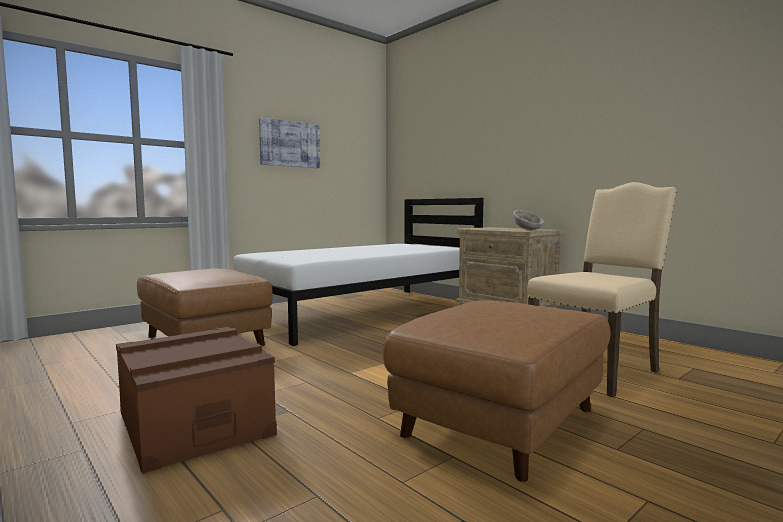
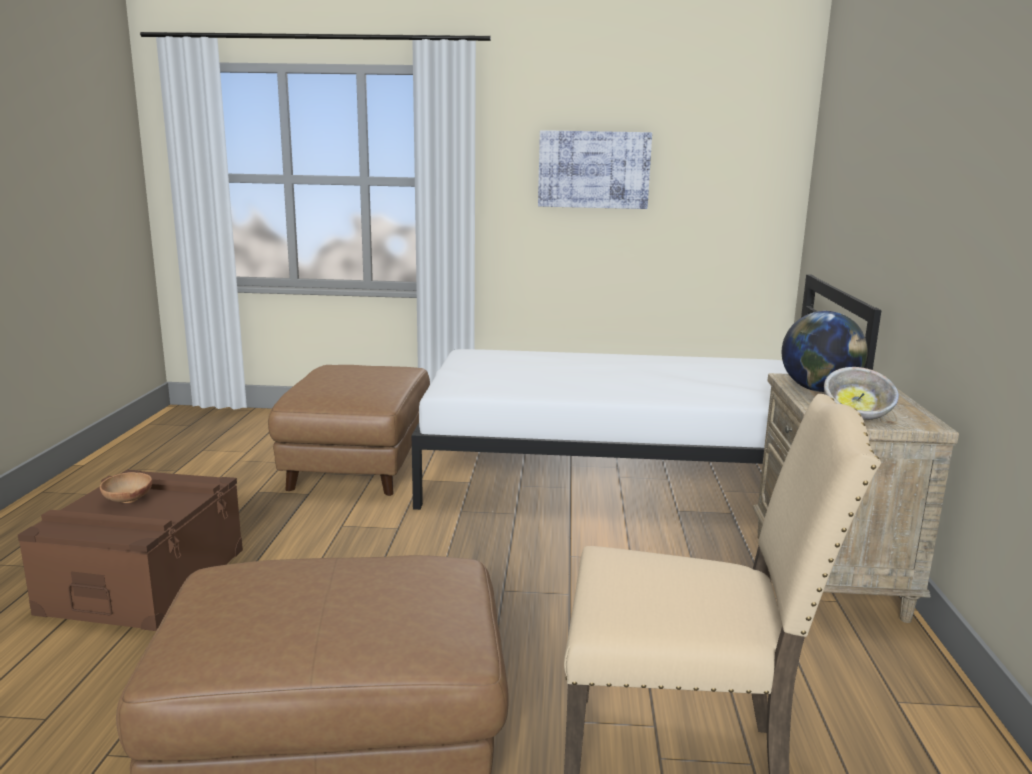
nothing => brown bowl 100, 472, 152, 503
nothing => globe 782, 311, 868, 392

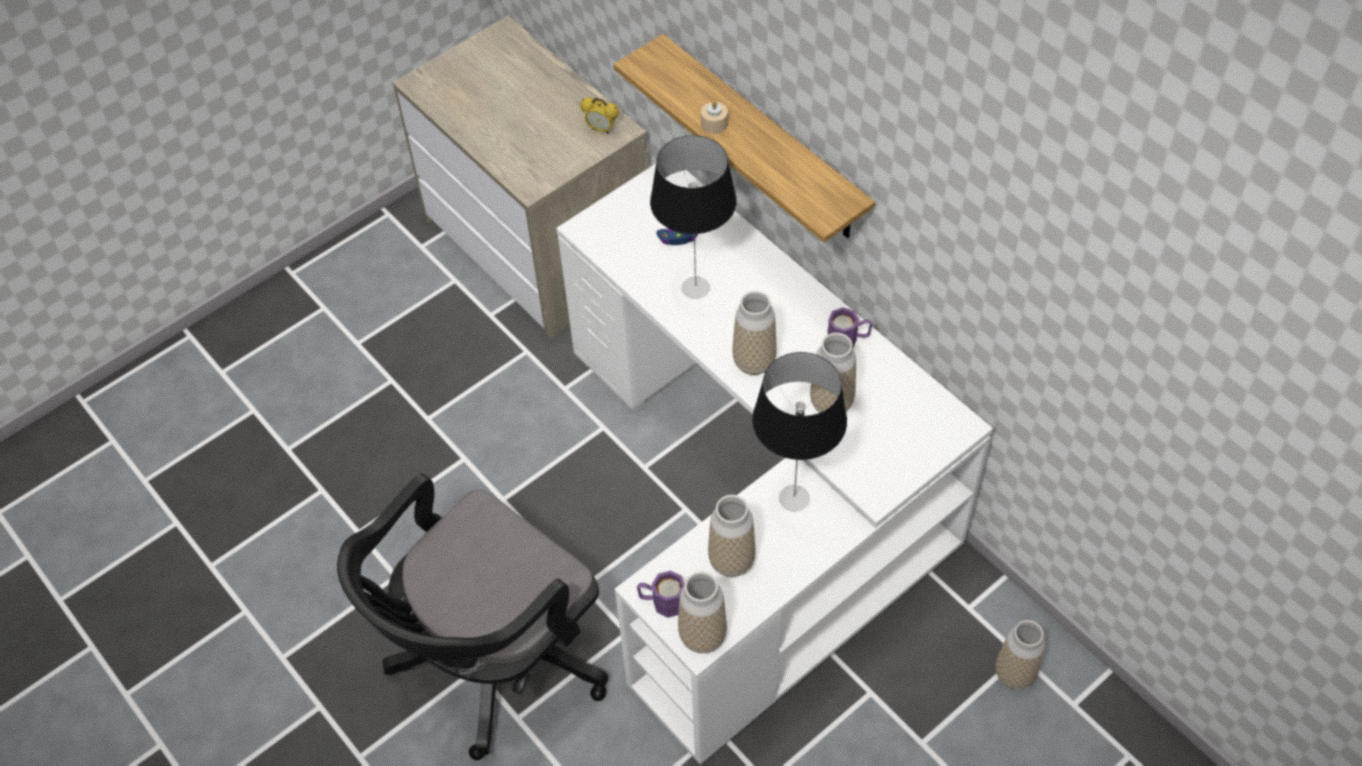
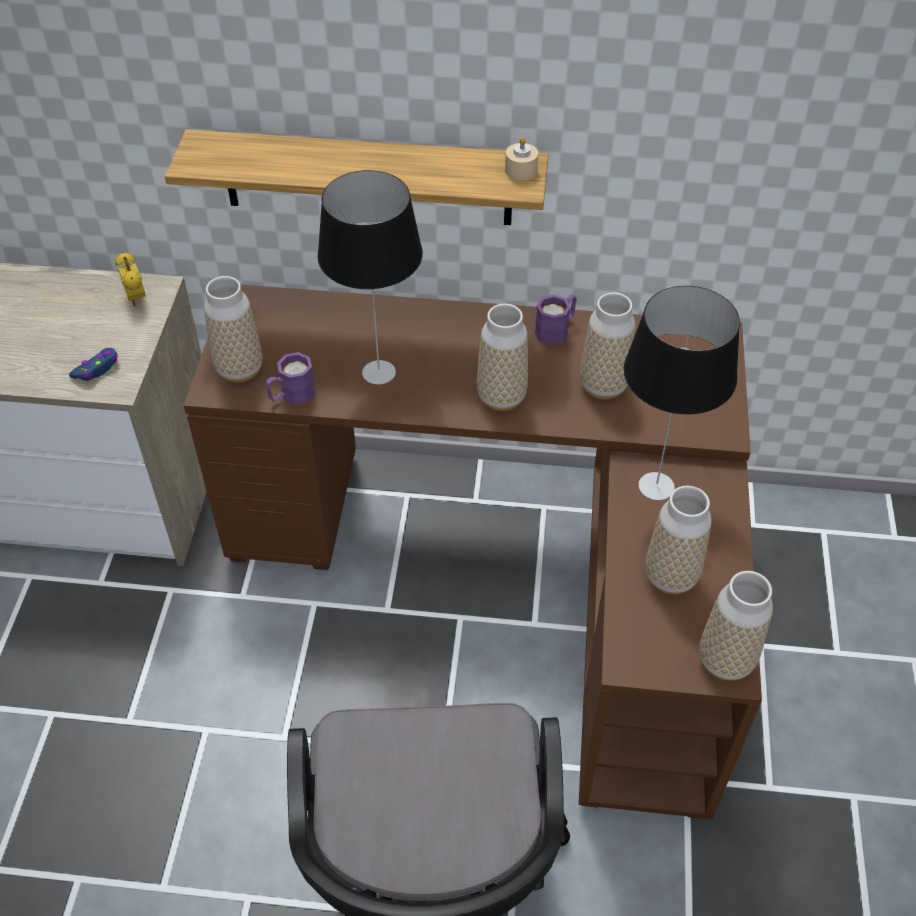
purple mug 637, 570, 685, 618 => purple mug 265, 352, 316, 405, relocated
blue game controller 656, 228, 698, 245 => blue game controller 69, 348, 118, 381, relocated
beige candle 701, 100, 728, 134 => beige candle 505, 137, 538, 181, relocated
vase 996, 620, 1045, 689 => vase 204, 276, 262, 383, relocated
white desk 556, 164, 993, 764 => brown desk 184, 285, 762, 819
alarm clock 580, 97, 619, 134 => alarm clock 115, 252, 146, 306, 90 degrees clockwise

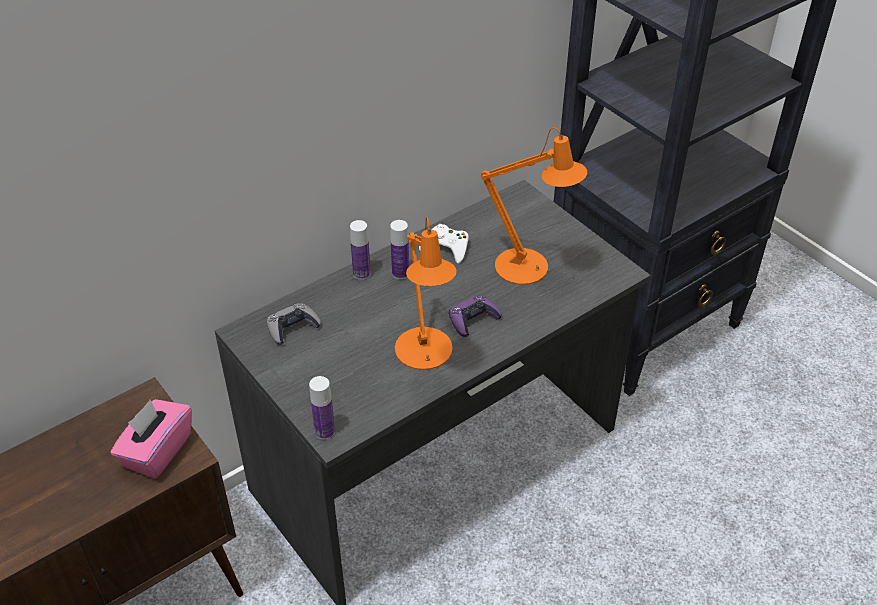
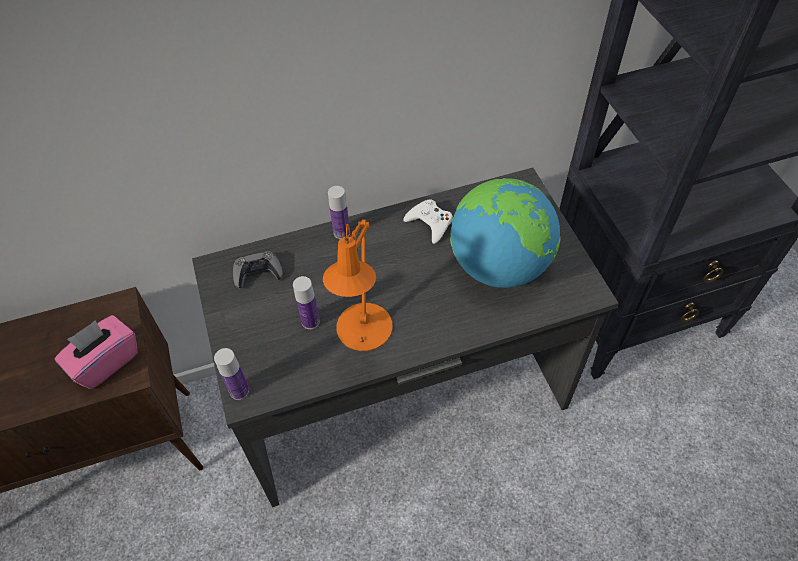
purple game controller 449, 295, 502, 337 => nothing
bottle 390, 220, 409, 279 => bottle 293, 276, 320, 329, relocated
orange table lamp 481, 127, 587, 285 => globe 450, 178, 561, 288

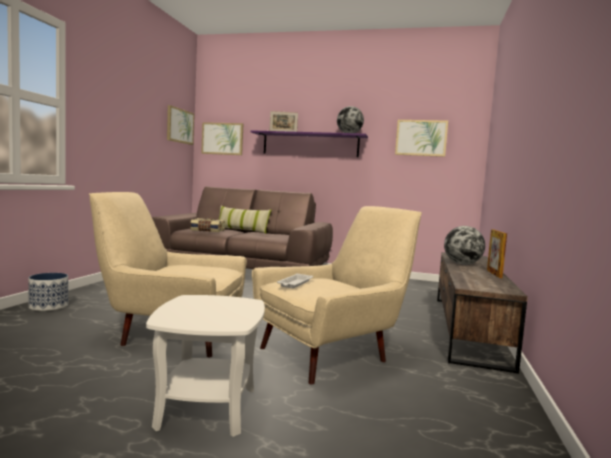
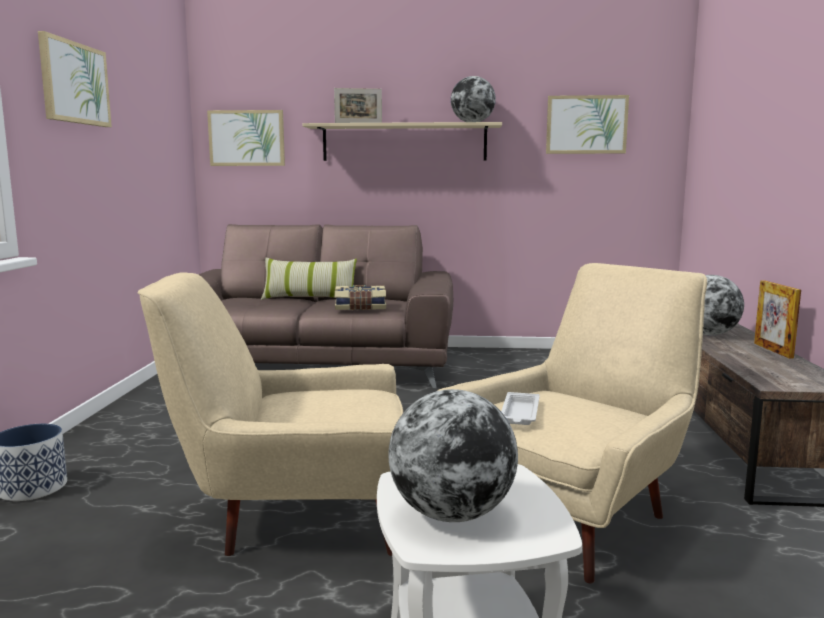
nothing => globe 388, 389, 518, 522
picture 167, 105, 194, 145 => picture 38, 31, 112, 127, relocated
book 190, 218, 225, 232 => book 335, 285, 386, 310, relocated
purple shelf 251, 130, 368, 157 => beige shelf 303, 122, 502, 161

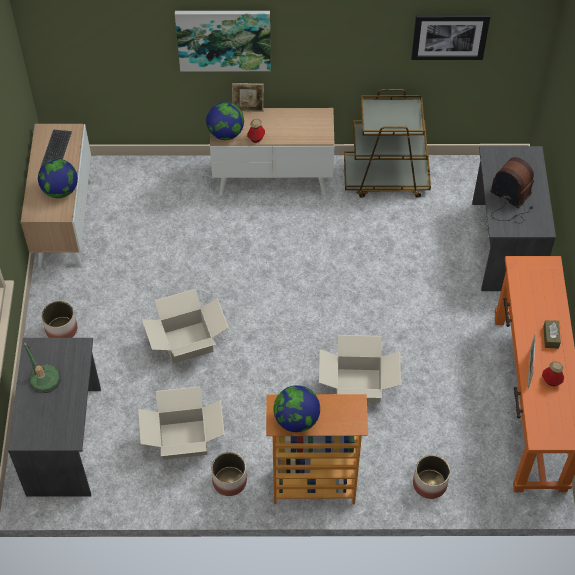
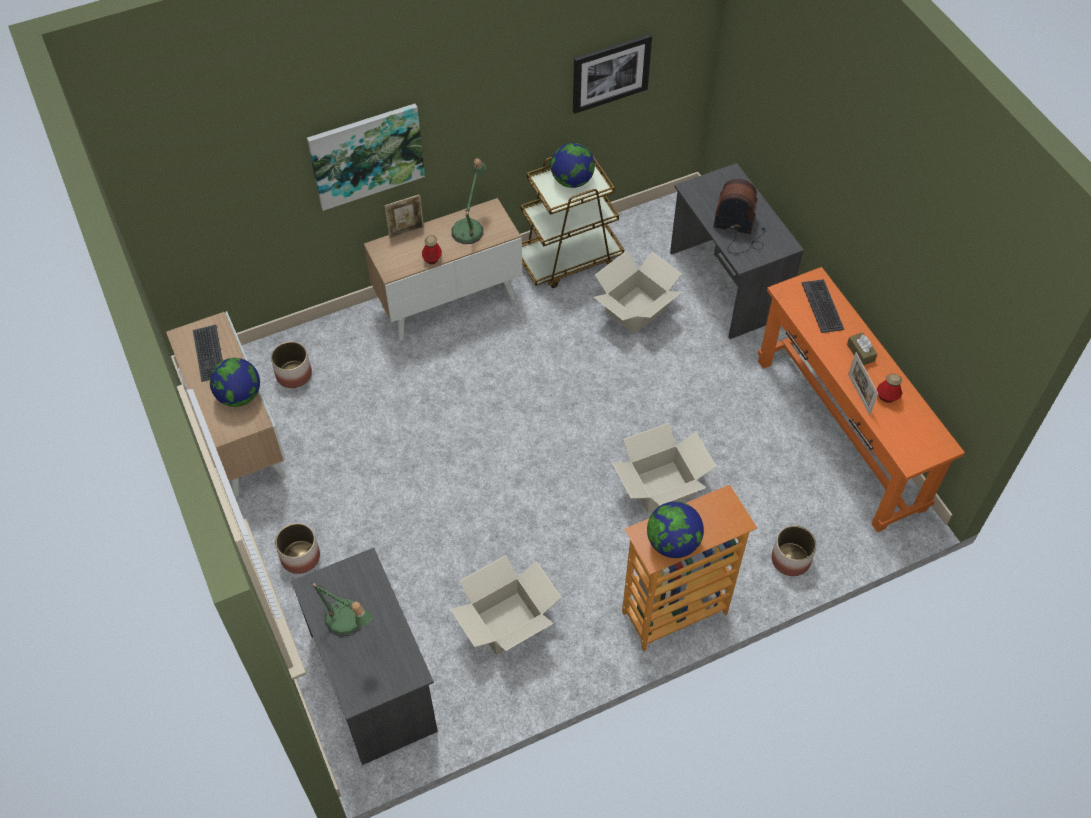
nothing => table lamp 451, 158, 487, 244
nothing => keyboard 802, 279, 844, 333
cardboard box 142, 289, 229, 364 => cardboard box 594, 251, 682, 334, relocated
globe 206, 102, 244, 140 => globe 551, 143, 595, 188, relocated
planter 211, 452, 247, 496 => planter 271, 341, 312, 388, relocated

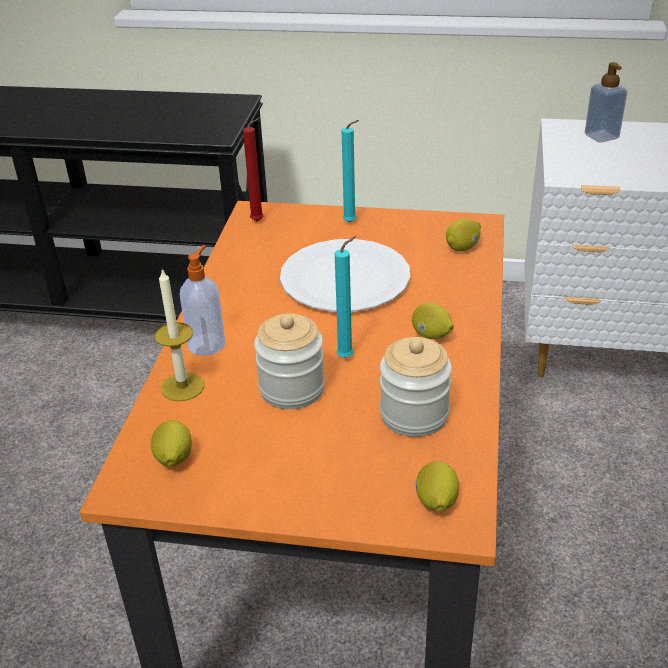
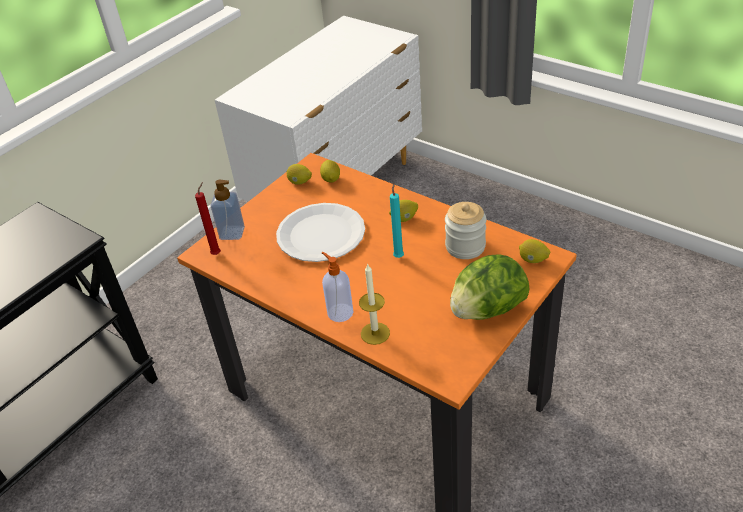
jar 254, 313, 325, 409 => nothing
turquoise candle 342, 120, 359, 223 => nothing
nothing => lettuce 450, 254, 529, 320
lemon 151, 420, 192, 466 => lemon 287, 164, 312, 185, relocated
soap dispenser 585, 62, 627, 143 => soap dispenser 210, 180, 245, 240, relocated

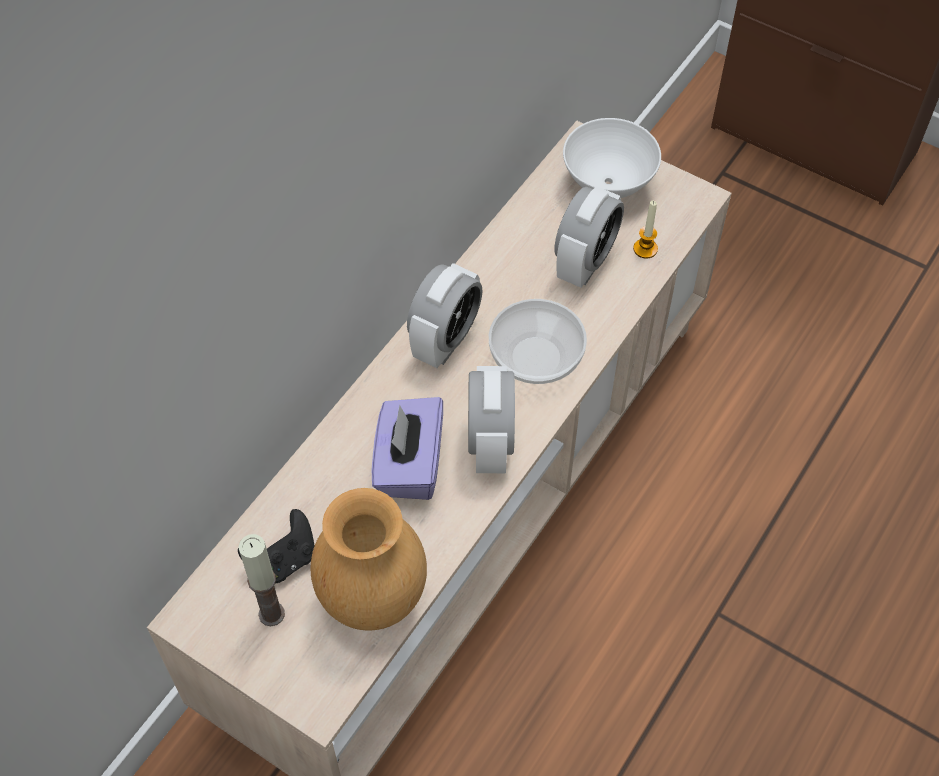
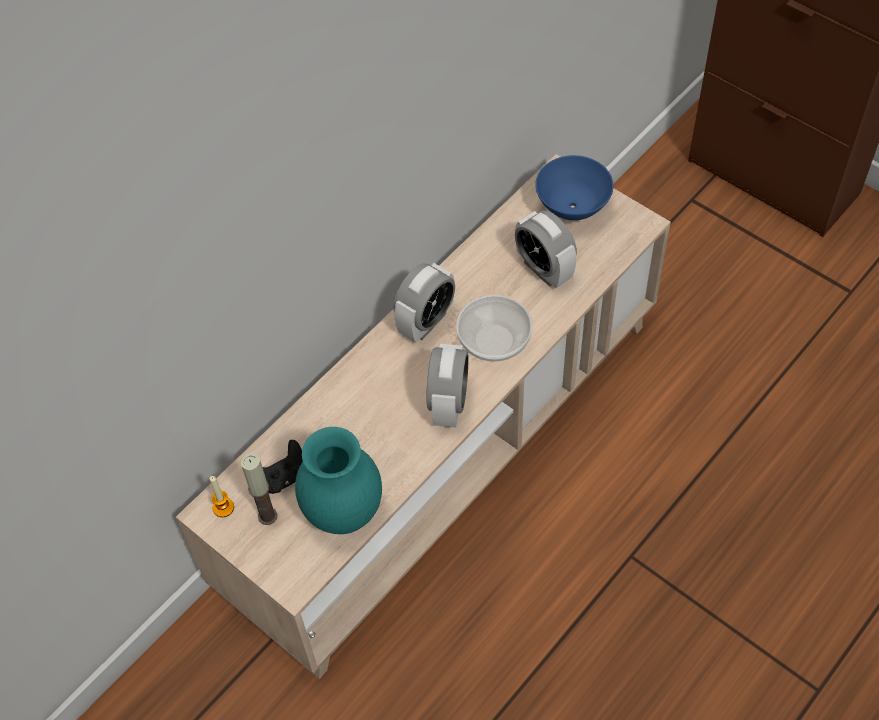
purple tissue box 372, 397, 443, 500 => nothing
candle 633, 201, 658, 259 => candle 209, 476, 234, 517, relocated
brown vase 310, 488, 427, 630 => turquoise vase 295, 427, 382, 534
white bowl 563, 118, 661, 198 => blue bowl 535, 155, 614, 220
alarm clock 554, 186, 624, 288 => alarm clock 515, 211, 577, 288, 105 degrees clockwise

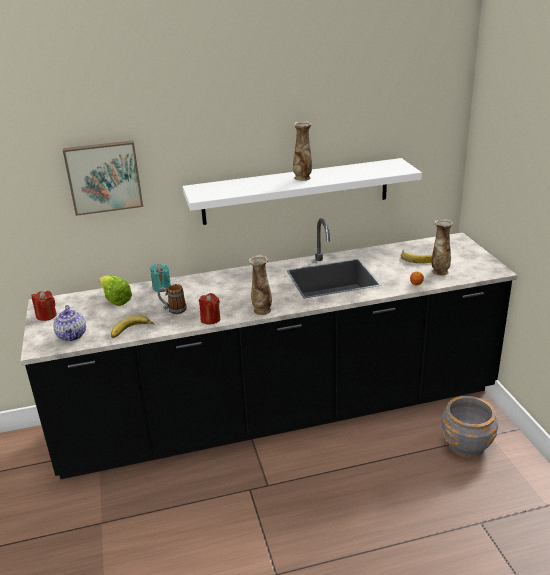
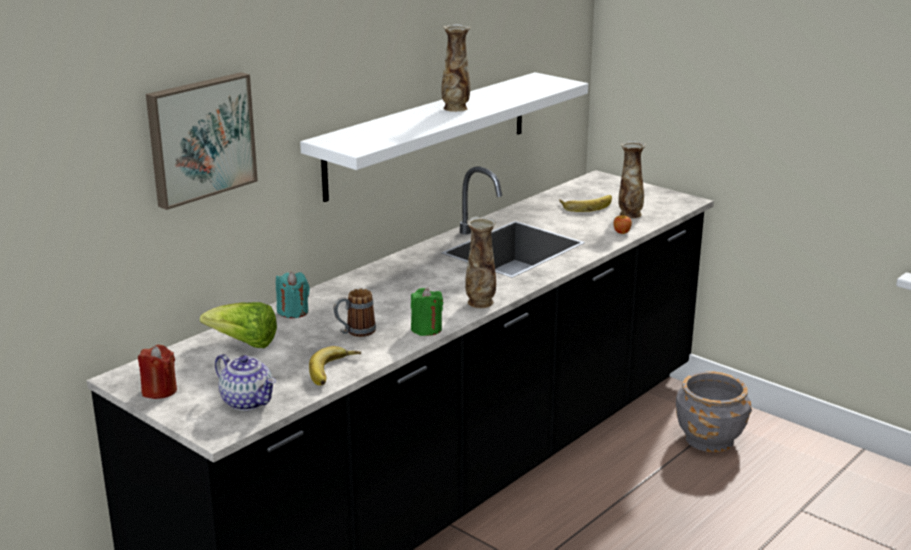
red candle 199, 293, 220, 325 => green candle 411, 288, 443, 336

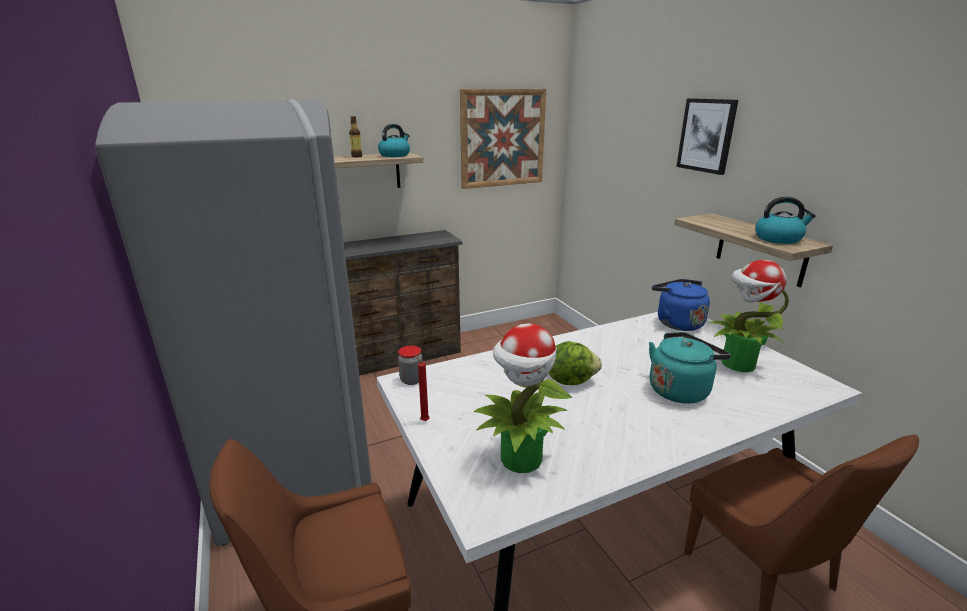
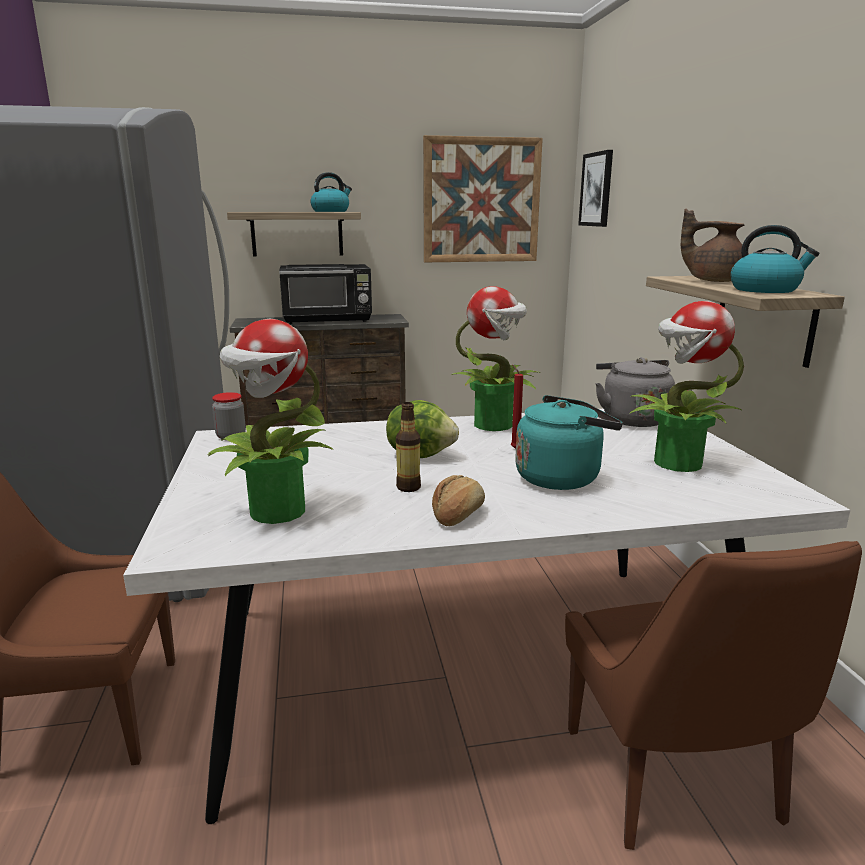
nothing => black microwave 279, 264, 372, 324
nothing => bread 432, 475, 485, 526
nothing => potted plant 452, 286, 540, 431
nothing => brown teapot 681, 209, 744, 282
bottle 349, 116, 362, 157 => bottle 396, 402, 421, 492, relocated
red candle 415, 355, 429, 421 => red candle 511, 364, 523, 449, relocated
picture 676, 98, 738, 175 => picture 578, 150, 613, 227, relocated
blue kettle 652, 279, 710, 331 => grey kettle 595, 357, 675, 427

